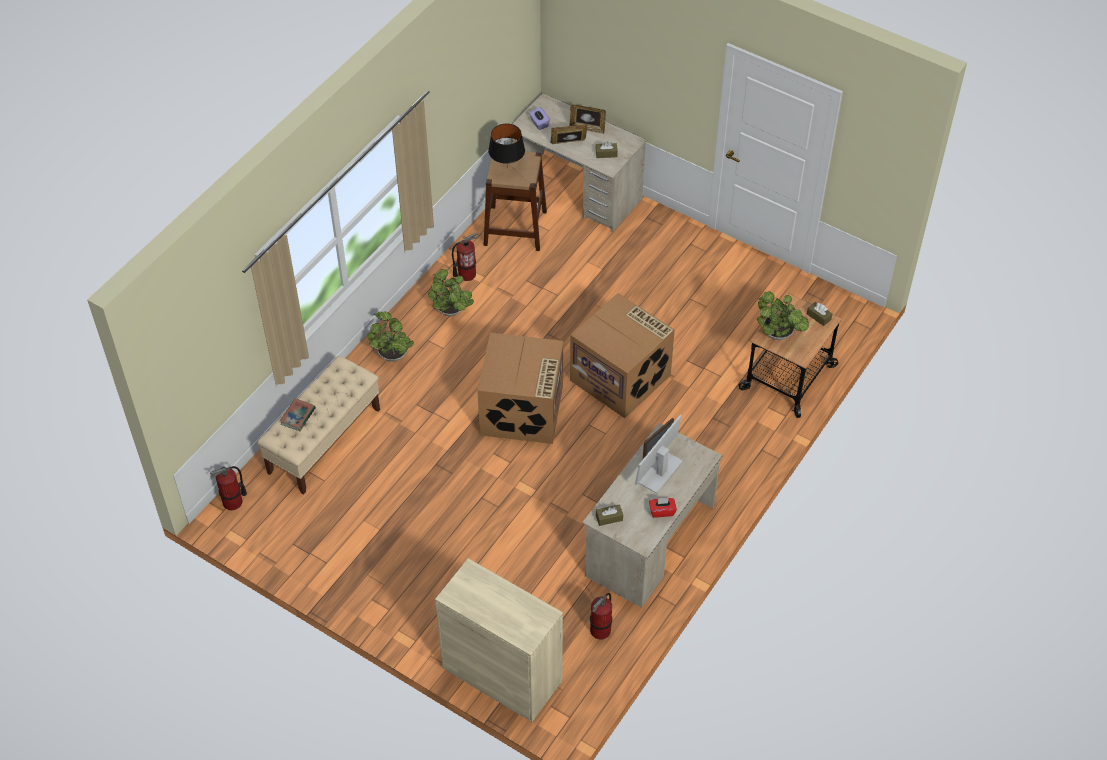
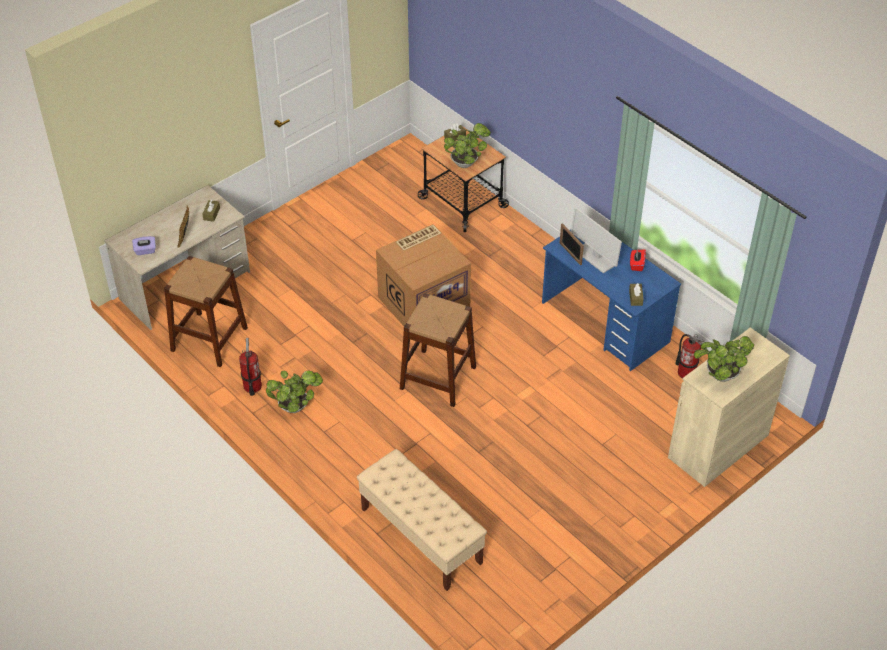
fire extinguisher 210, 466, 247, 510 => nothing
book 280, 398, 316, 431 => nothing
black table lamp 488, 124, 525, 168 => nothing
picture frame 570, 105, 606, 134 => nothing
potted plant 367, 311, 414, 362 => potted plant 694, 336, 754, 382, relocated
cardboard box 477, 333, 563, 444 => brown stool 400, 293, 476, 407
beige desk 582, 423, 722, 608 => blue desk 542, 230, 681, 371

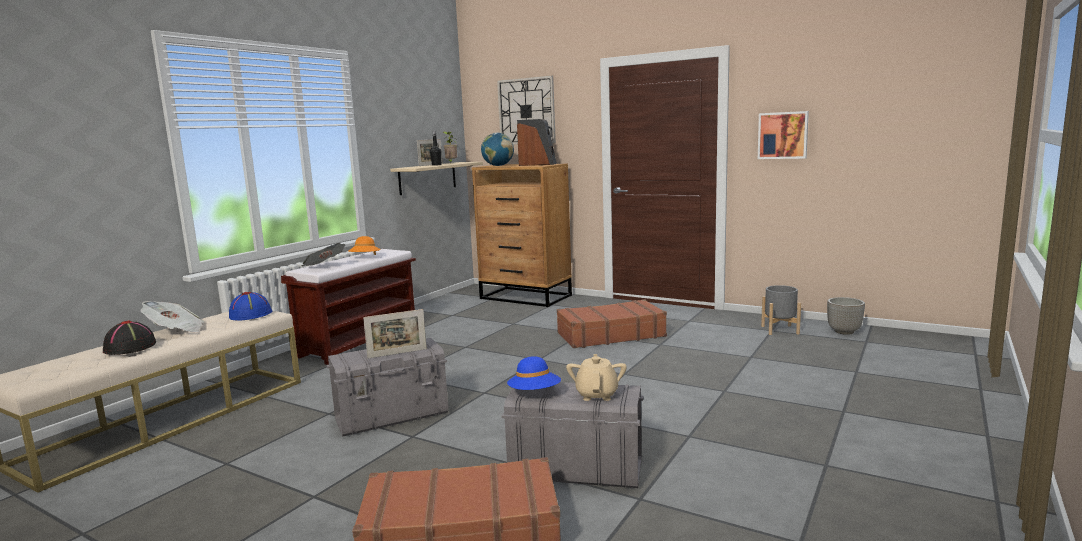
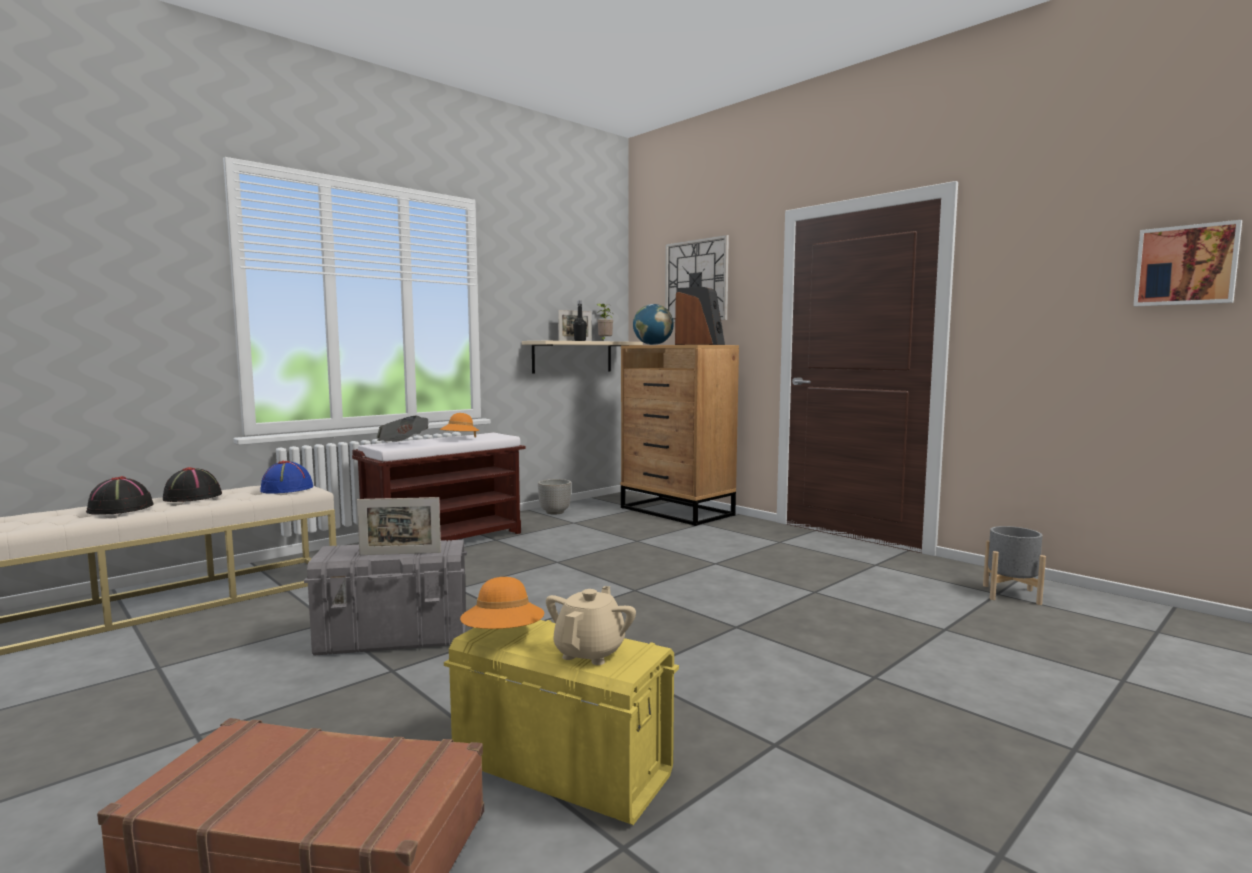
brown suitcase 557, 299, 667, 348 => nothing
picture 758, 111, 809, 159 => picture 1133, 220, 1242, 306, relocated
planter 827, 297, 865, 335 => planter 538, 479, 572, 515, relocated
newspaper 140, 301, 204, 332 => black hat 163, 467, 222, 502
grey storage box 501, 382, 643, 488 => yellow storage box 444, 620, 679, 825
blue hat 507, 356, 561, 390 => orange hat 460, 577, 544, 629

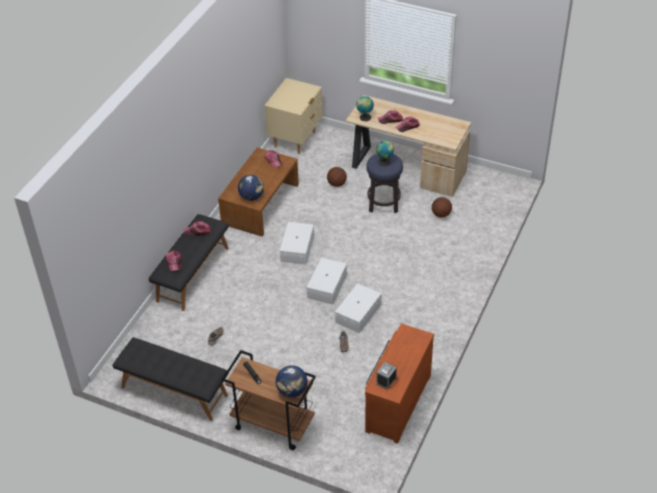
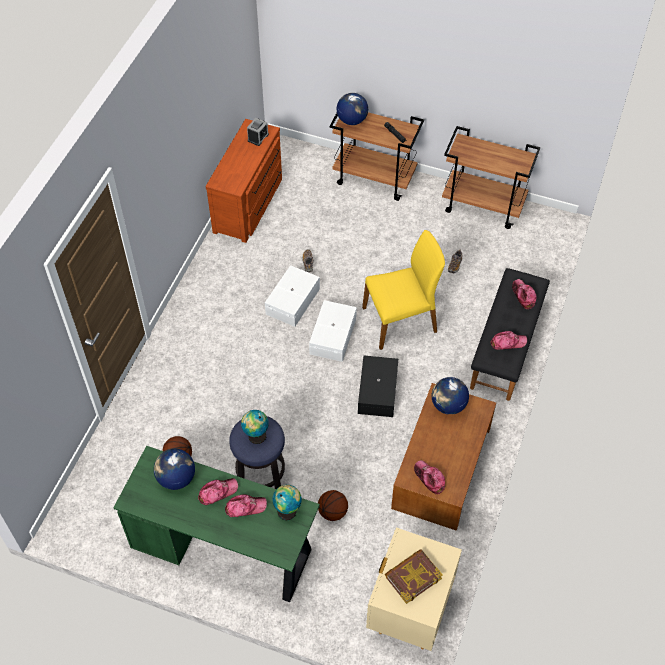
nothing => globe 154, 449, 195, 490
nothing => yellow chair 362, 230, 445, 350
nothing => book 385, 549, 443, 604
black bench 112, 337, 228, 421 => brown cart 442, 126, 540, 229
white storage box 280, 222, 314, 265 => black storage box 358, 356, 398, 417
beige desk 346, 95, 471, 197 => green desk 113, 446, 320, 602

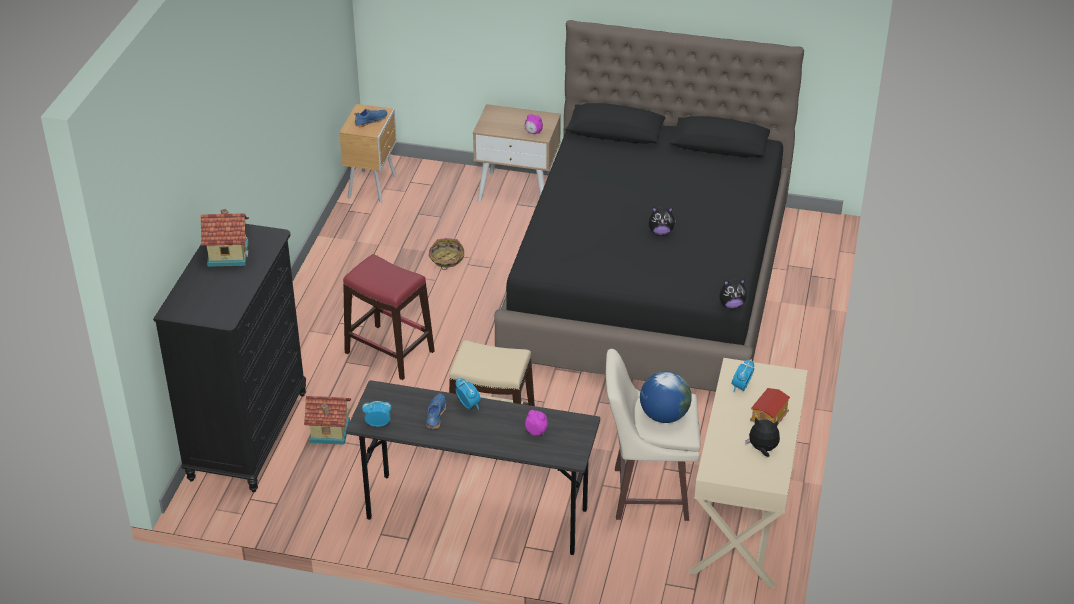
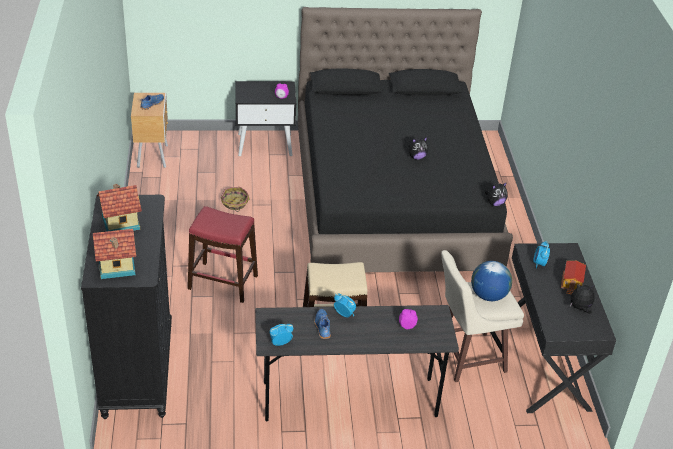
toy house 304, 396, 351, 445 => toy house 93, 229, 136, 279, relocated
beige nightstand 473, 104, 561, 201 => black nightstand 235, 81, 296, 156
beige desk 689, 358, 808, 588 => black desk 512, 243, 616, 413

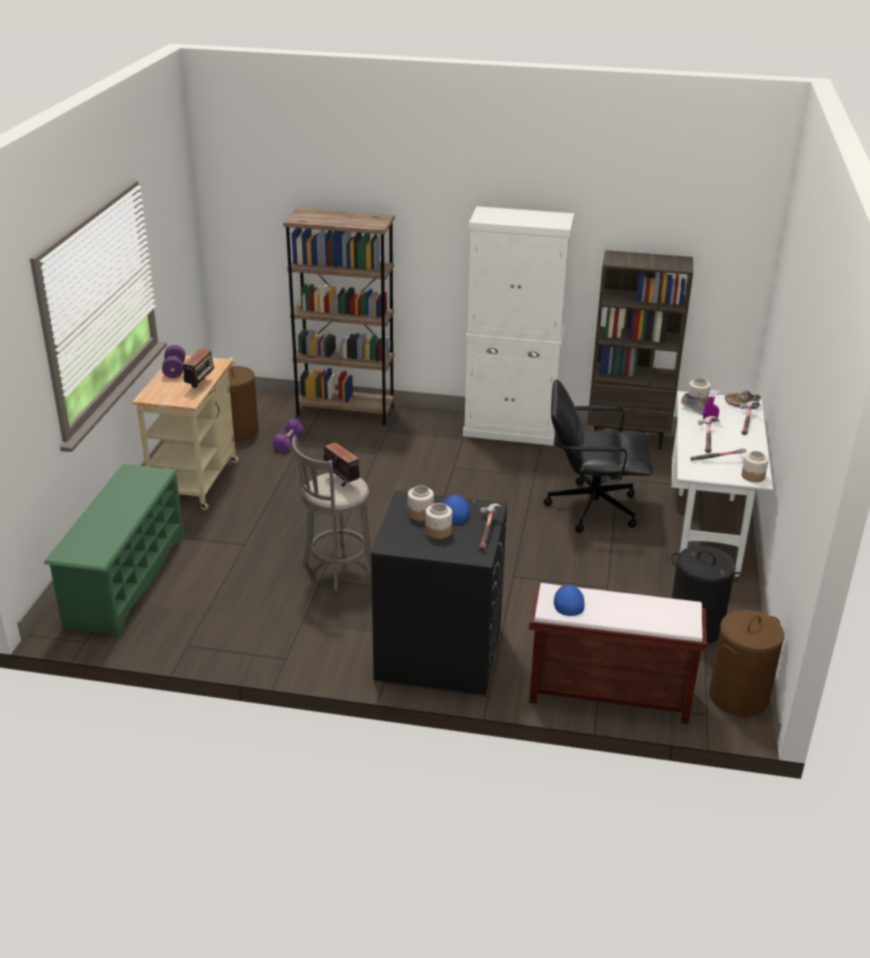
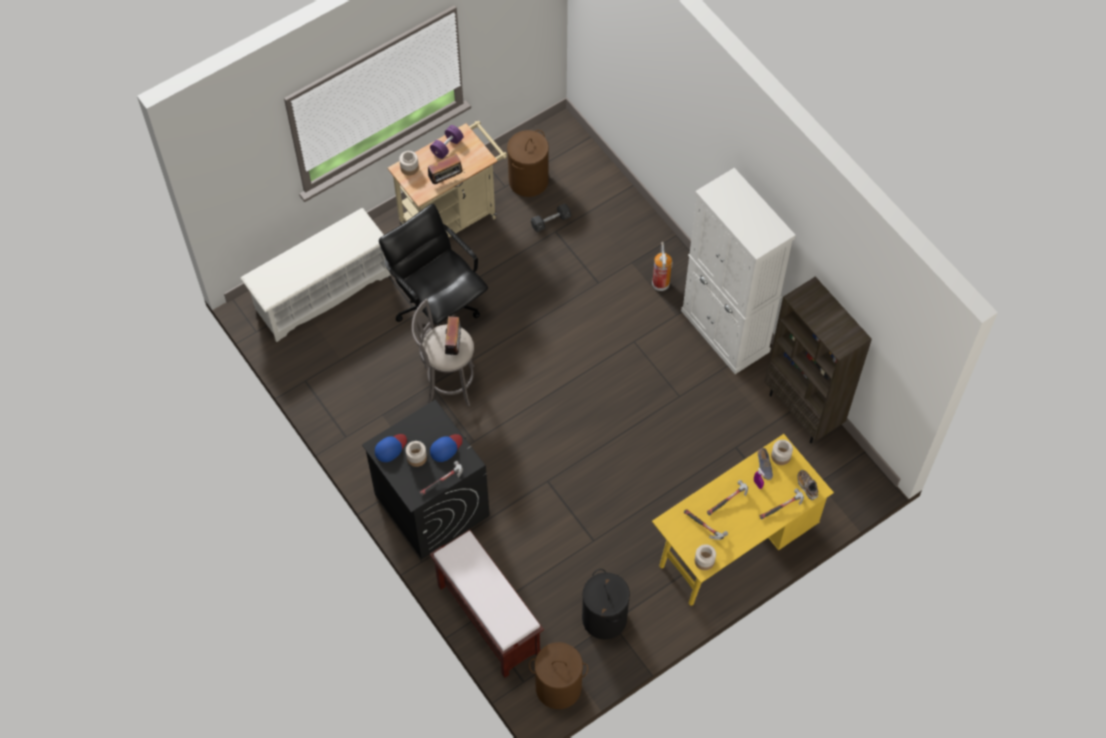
brown bookcase 283, 208, 395, 426 => nothing
nothing => fire extinguisher 652, 242, 672, 291
jar 408, 486, 434, 521 => jar 399, 151, 419, 176, relocated
black office chair 544, 379, 653, 533 => black office chair 379, 204, 488, 326, relocated
blue cap 554, 585, 584, 616 => blue cap 375, 434, 407, 462, relocated
green shoe rack 44, 464, 184, 637 => white shoe rack 240, 208, 390, 342
purple dumbbell 272, 419, 304, 452 => black dumbbell 531, 203, 571, 232
white desk 671, 391, 773, 577 => yellow desk 652, 434, 834, 606

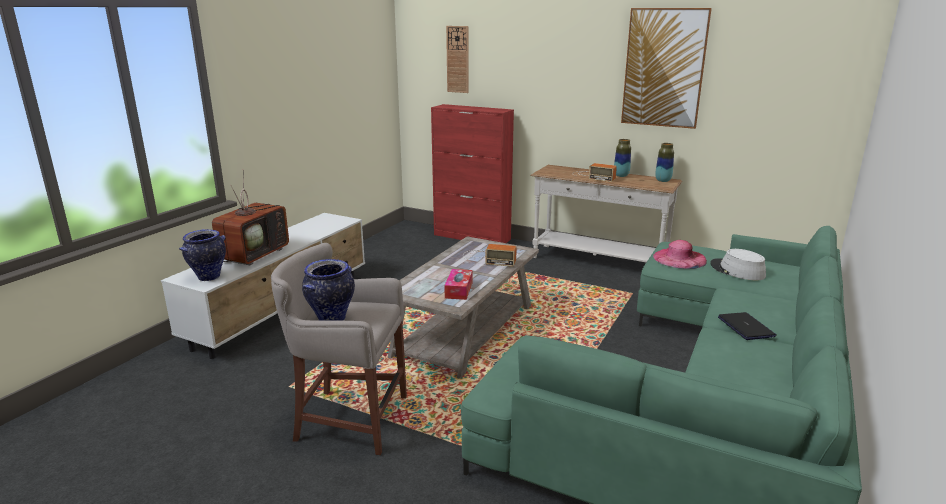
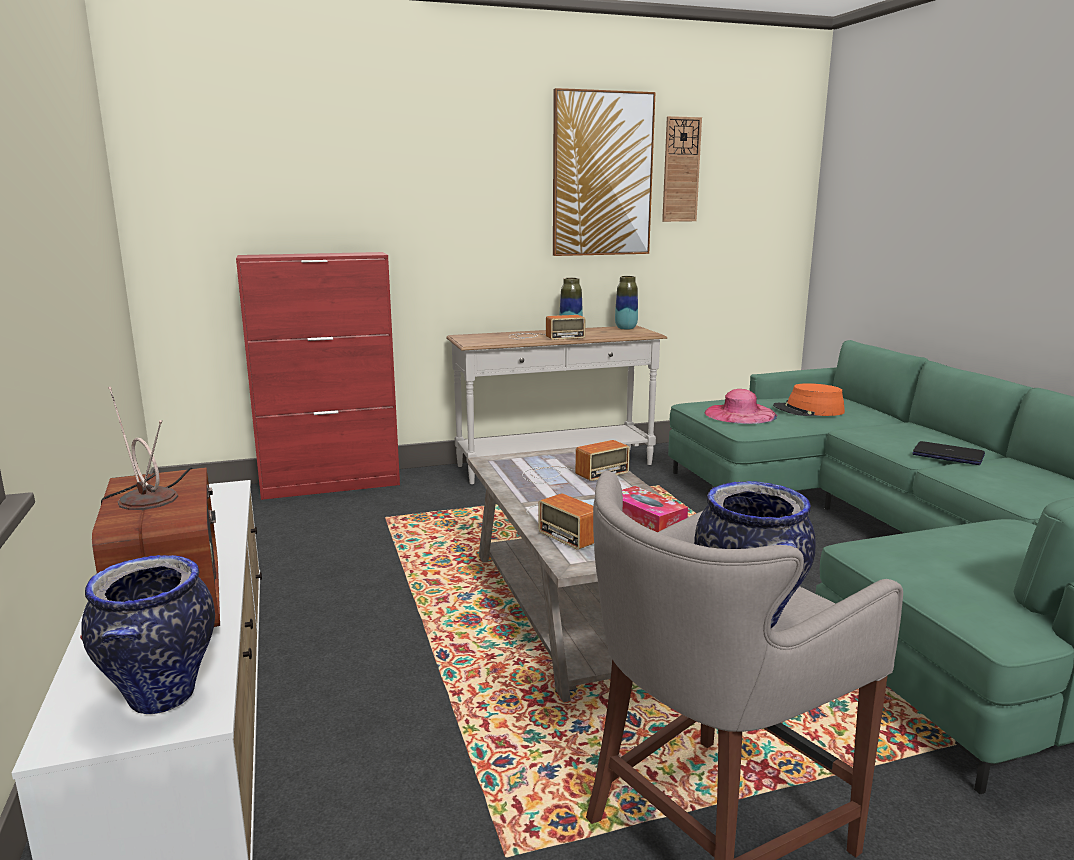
nothing => radio 526, 493, 594, 550
wall clock 446, 26, 469, 93 => wall clock 662, 116, 702, 222, relocated
grey hat 710, 249, 766, 280 => orange hat 773, 383, 845, 416

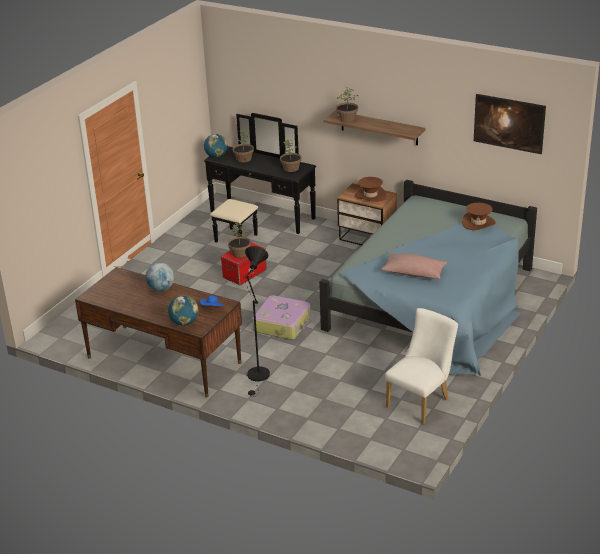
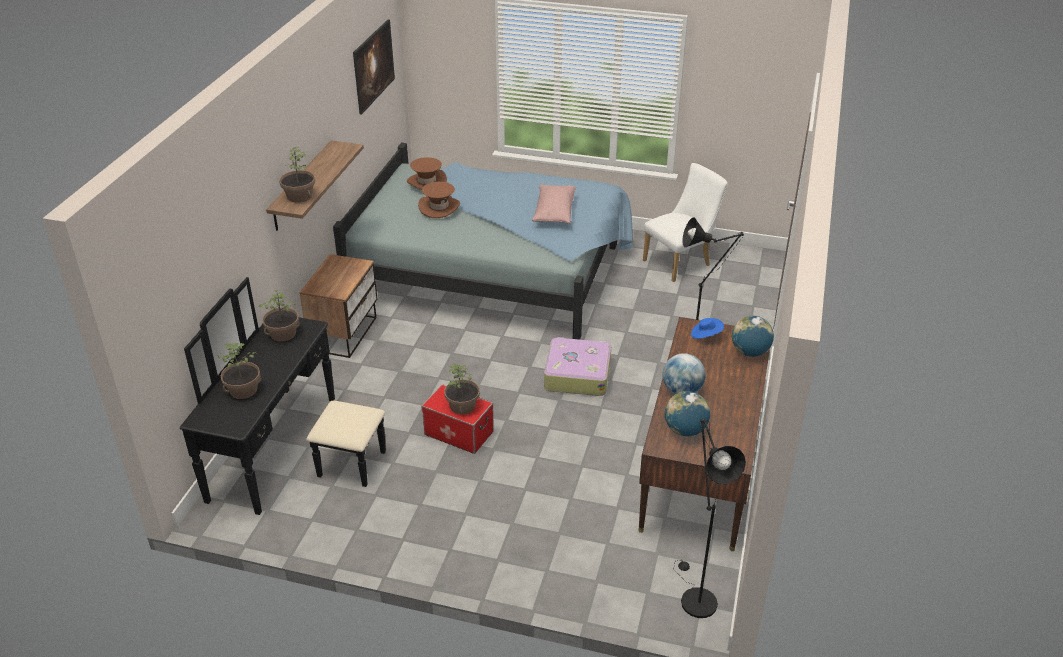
nothing => black floor lamp 674, 419, 746, 618
globe 204, 134, 227, 158 => globe 665, 391, 710, 436, relocated
brown hat 355, 177, 386, 202 => brown hat 418, 182, 460, 218, relocated
white chair 385, 308, 458, 424 => white chair 643, 163, 727, 282, 120 degrees clockwise

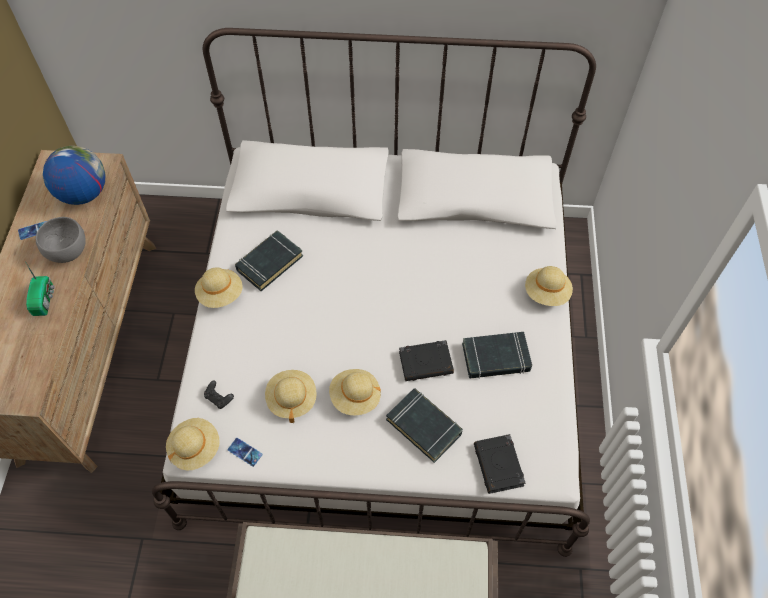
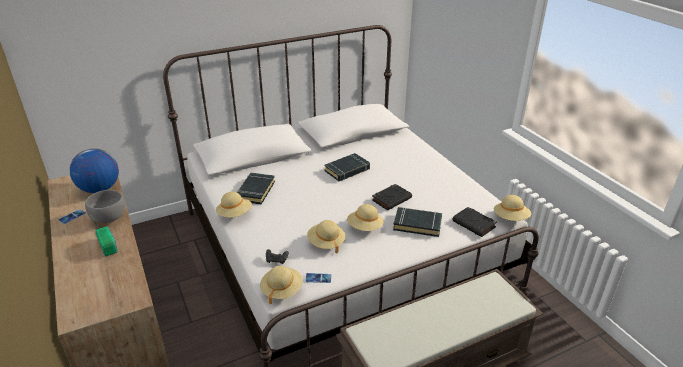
black book 462, 332, 532, 379 => black book 324, 153, 370, 181, relocated
beige hat 525, 266, 573, 306 => beige hat 494, 195, 531, 221, relocated

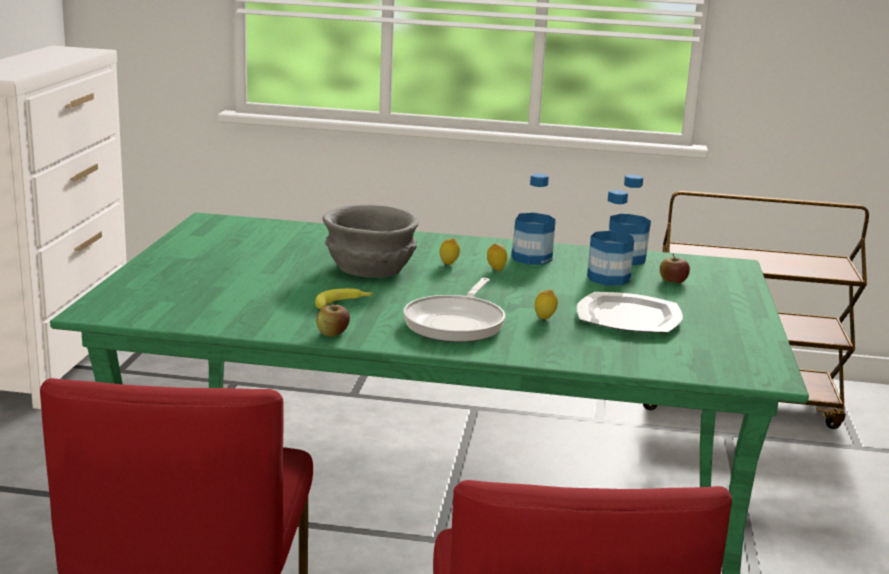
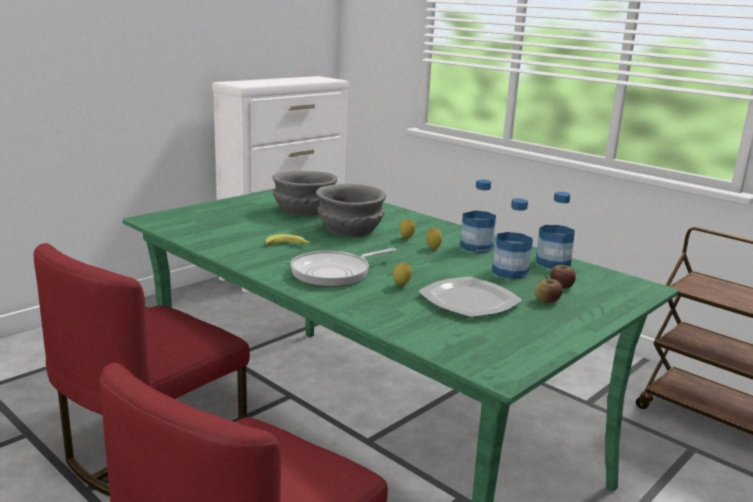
nothing => grey bowl 272, 171, 338, 215
apple 316, 303, 350, 336 => apple 535, 276, 563, 303, relocated

